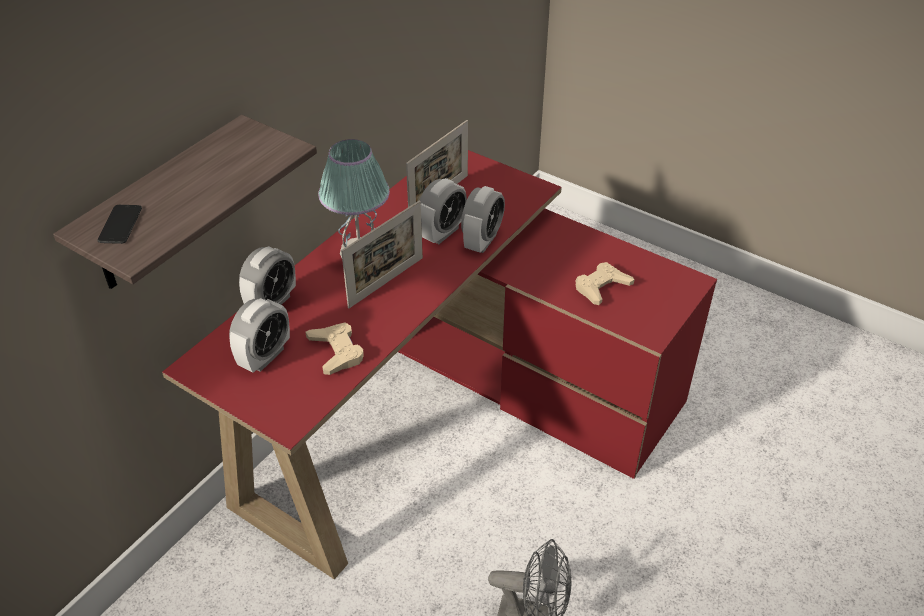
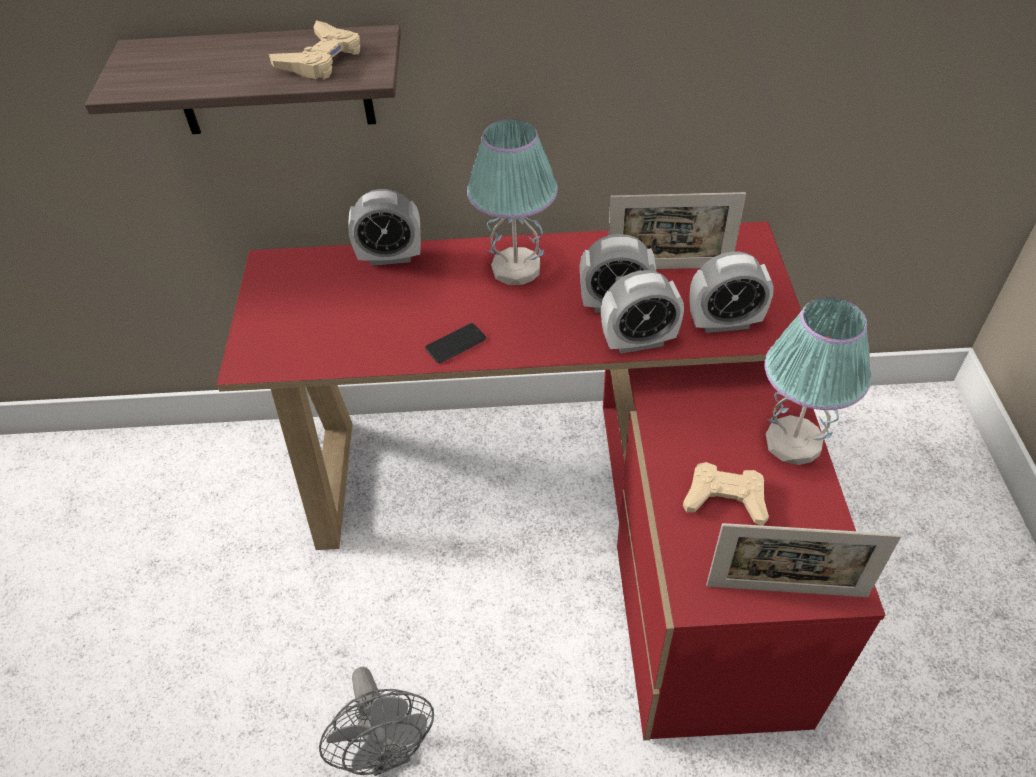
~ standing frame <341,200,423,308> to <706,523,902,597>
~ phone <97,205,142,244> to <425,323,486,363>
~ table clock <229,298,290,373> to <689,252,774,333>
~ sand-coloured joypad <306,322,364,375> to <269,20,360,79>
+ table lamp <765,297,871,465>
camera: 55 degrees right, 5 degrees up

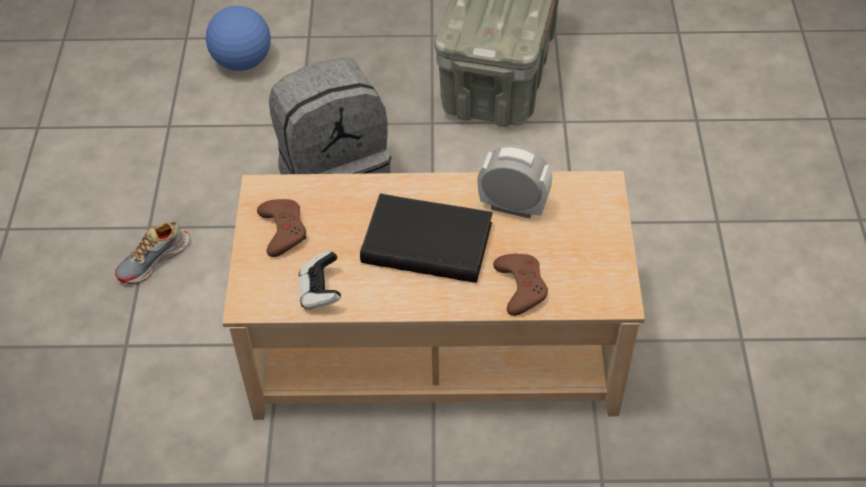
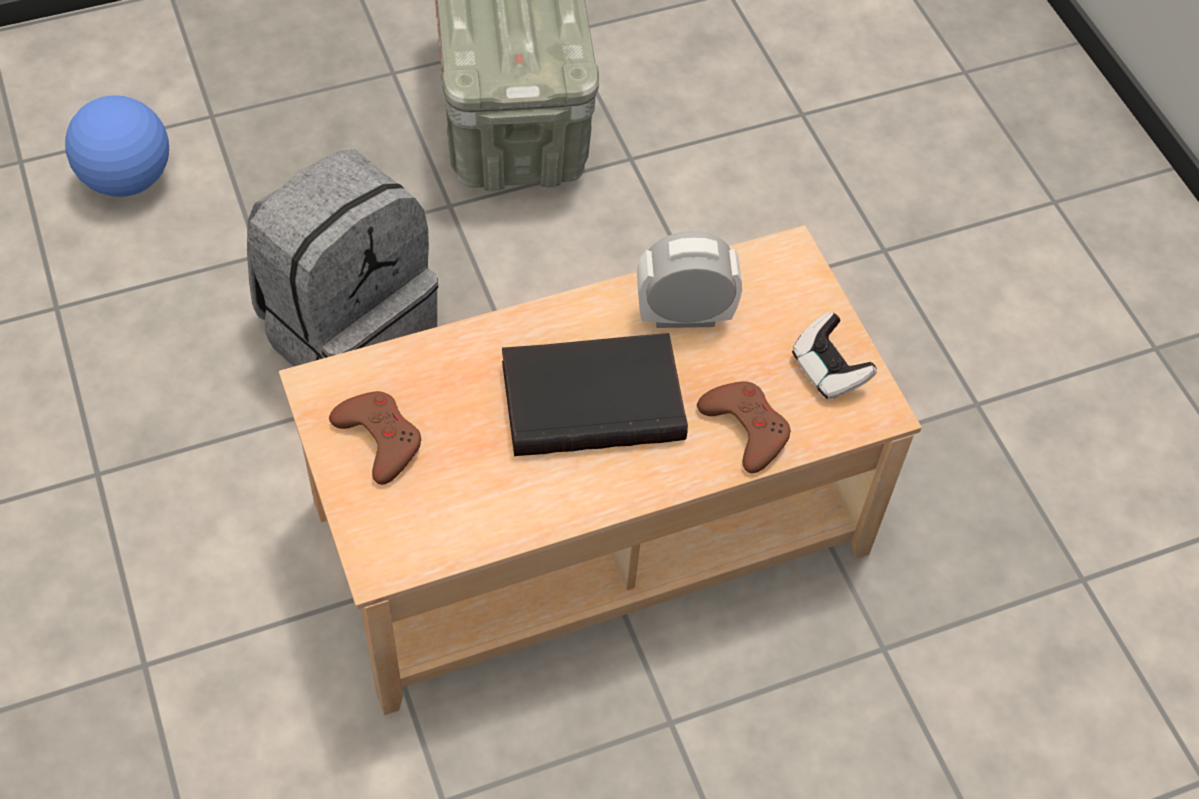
- item of footwear <115,222,190,284>
~ joypad <299,251,341,310> to <792,312,877,399>
camera: 25 degrees left, 5 degrees up

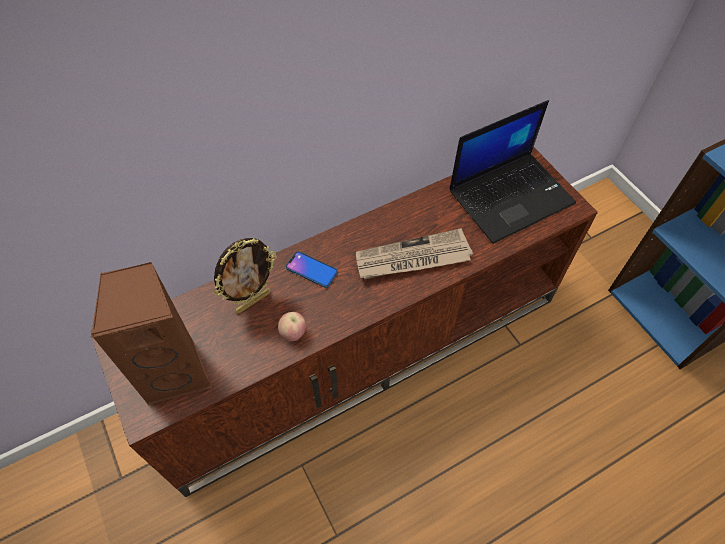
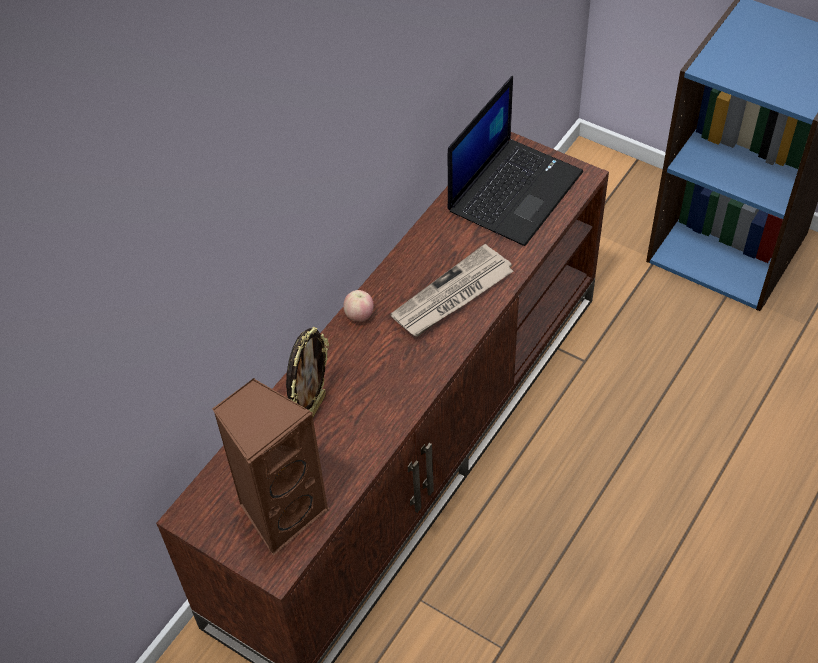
- phone <286,251,338,288>
~ apple fruit <278,312,306,341> to <343,290,374,321>
camera: 25 degrees left, 5 degrees down

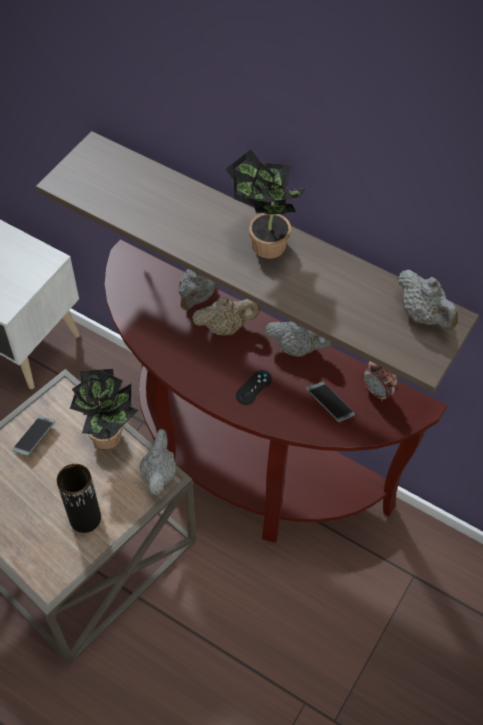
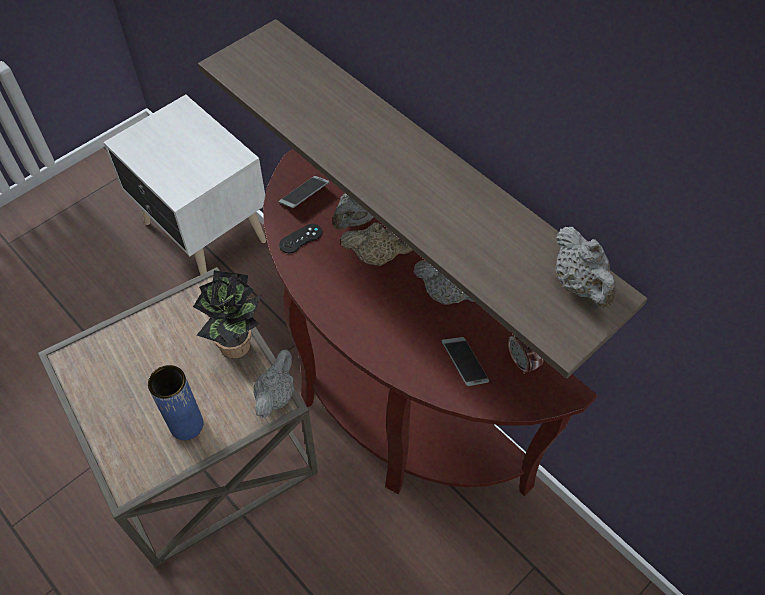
- plant in a pot <225,150,306,258>
~ black-coloured joypad <236,370,272,405> to <279,224,322,253>
~ phone <12,416,55,456> to <279,176,329,208>
~ black-coloured flower vase <57,464,101,533> to blue flower vase <148,365,203,440>
camera: 15 degrees right, 0 degrees up

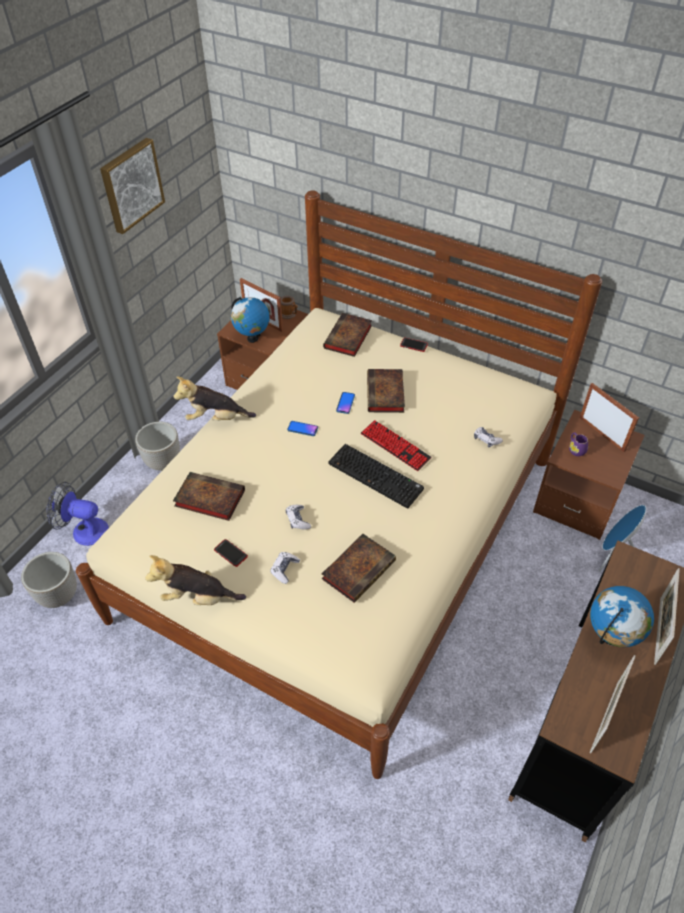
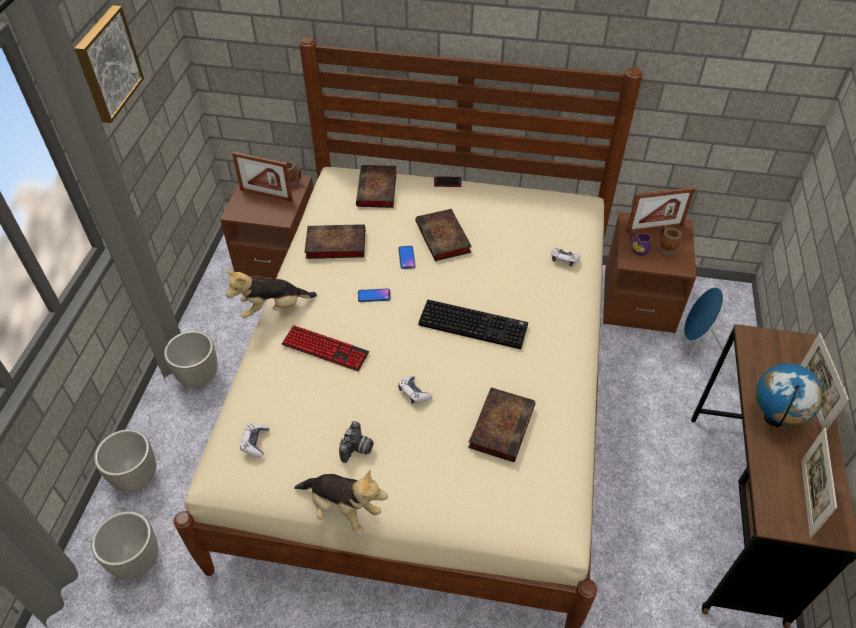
- desk globe <231,297,270,343>
~ standing frame <580,383,639,452> = <626,187,695,233> 135 degrees clockwise
~ PC keyboard <361,420,432,471> to <282,325,369,371>
~ bound book <173,472,245,521> to <304,224,365,259>
~ electric fan <47,482,109,546> to flower pot <94,429,156,492>
~ phone <214,539,248,567> to photo camera <339,421,374,463>
~ joypad <270,552,300,584> to <240,424,269,458>
~ plush toy <145,555,246,605> = <294,470,388,535> 135 degrees counterclockwise
+ tea mug <657,225,682,256>
camera: 20 degrees left, 0 degrees up

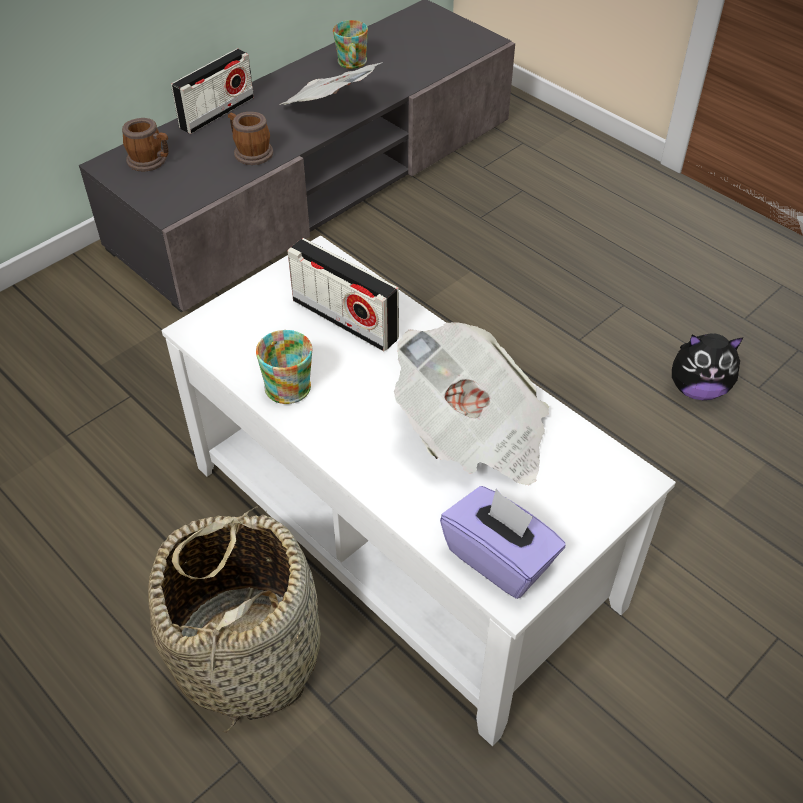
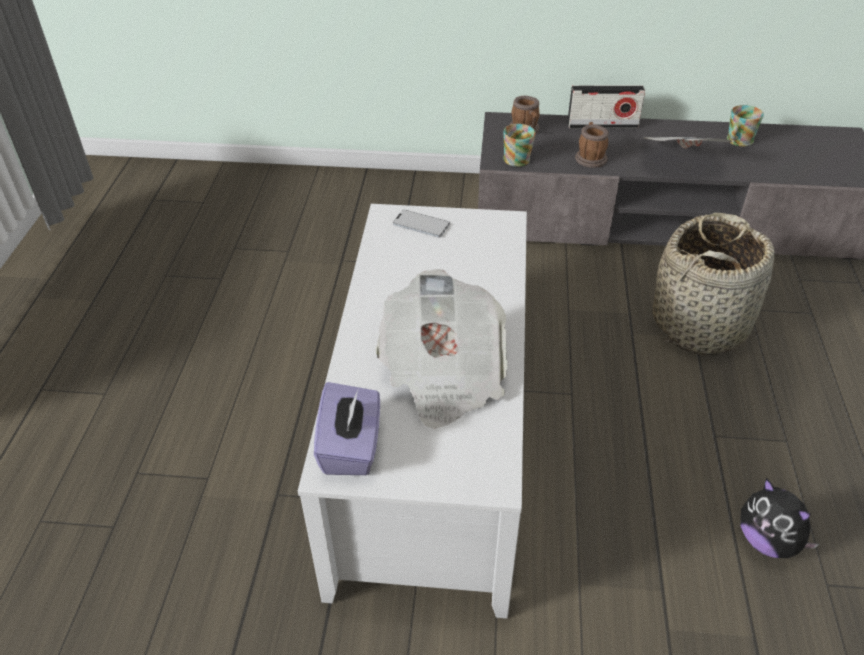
- radio set <288,238,399,352>
~ tea mug <256,330,312,404> to <503,124,536,167>
~ household basket <148,506,321,733> to <652,213,775,356>
+ phone <393,210,450,237>
camera: 50 degrees right, 5 degrees down

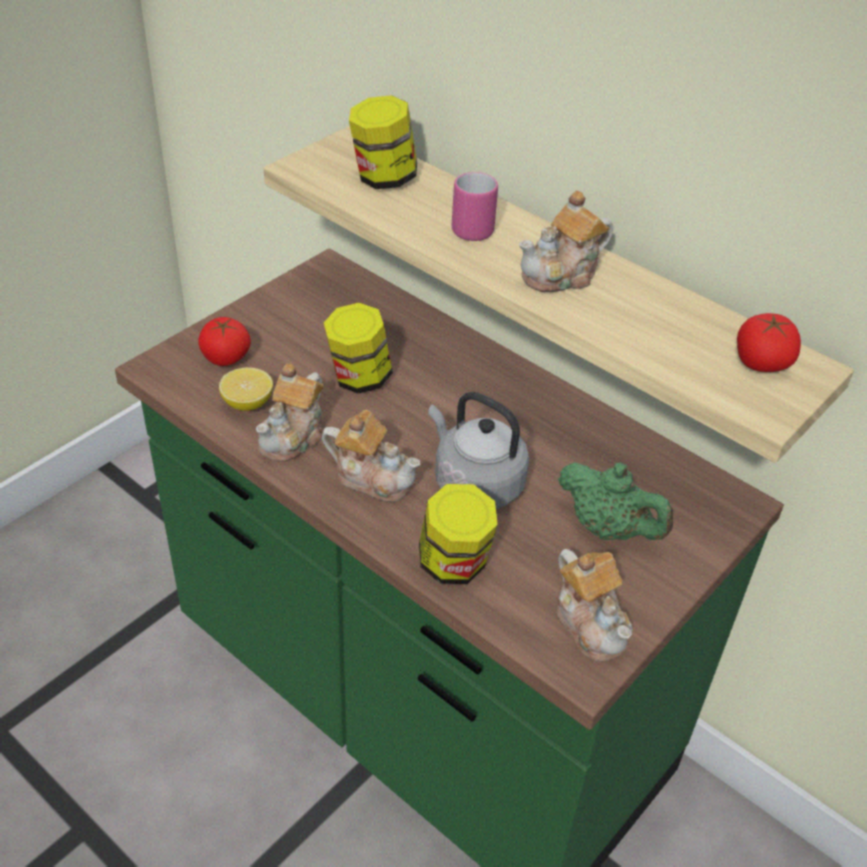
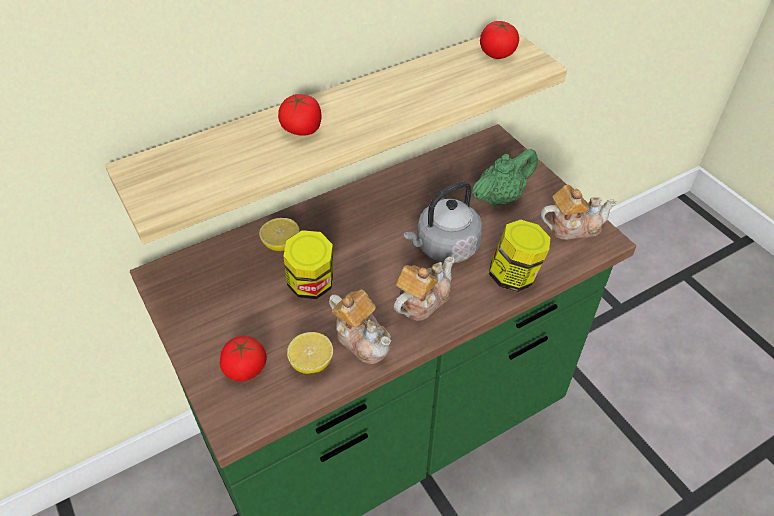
- storage jar <349,95,417,189>
~ pinkish tea mug <452,172,498,241> to fresh tomato <278,94,322,136>
- tea pot <519,191,613,292>
+ citrus fruit <259,218,300,251>
camera: 70 degrees left, 5 degrees up

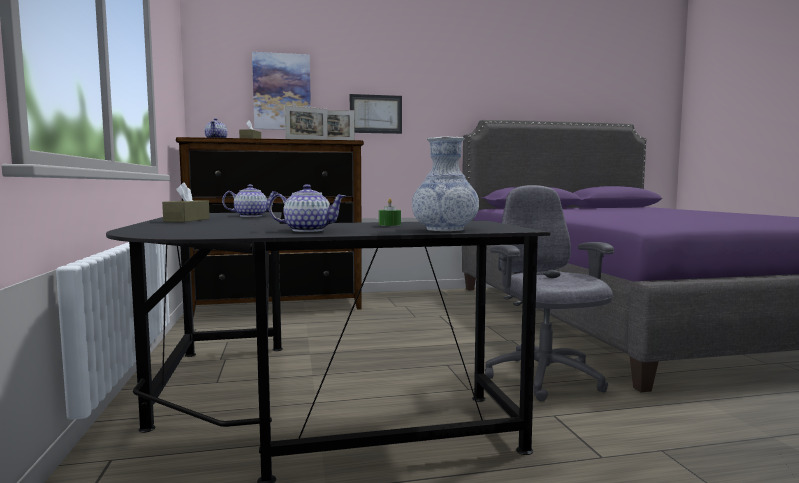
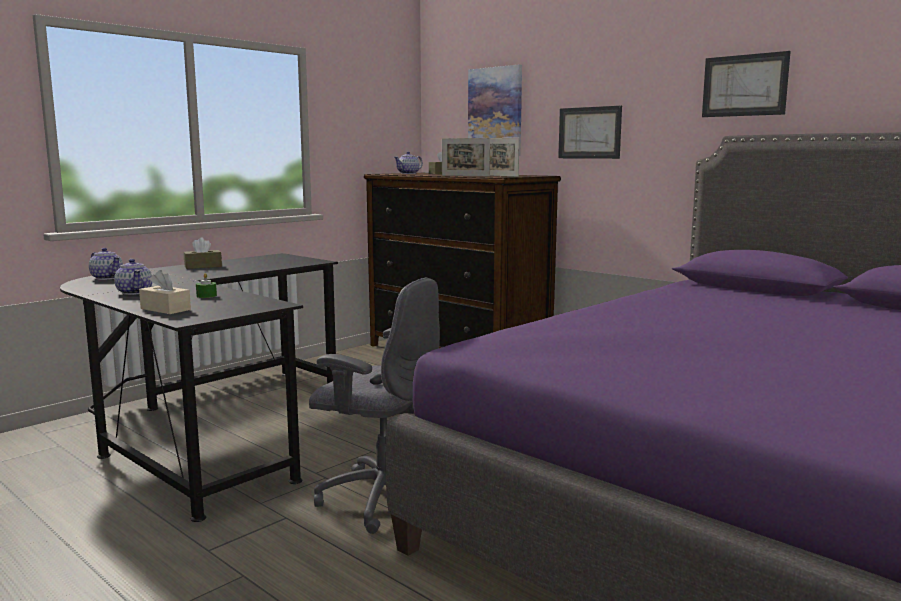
~ flower vase <412,137,479,231> to sand-coloured tissue holder <139,270,191,314>
~ tea pot <222,184,278,217> to <89,248,123,280>
~ greyish office chair <485,185,614,402> = <309,278,440,534> 75 degrees clockwise
+ picture <702,51,791,117>
camera: 55 degrees right, 5 degrees up

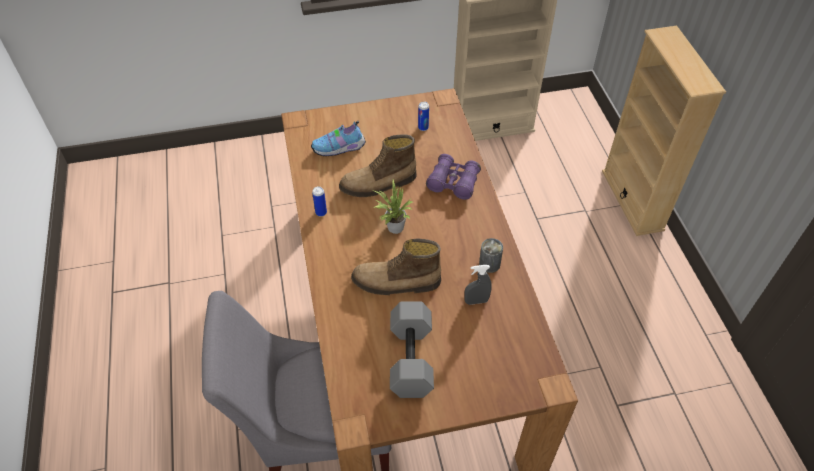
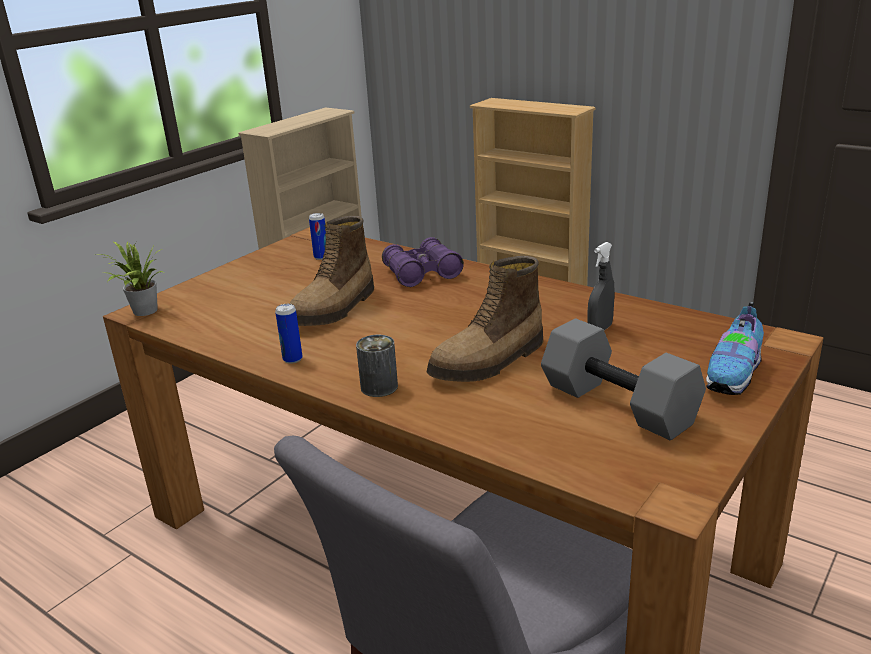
~ item of footwear <311,121,366,156> to <706,302,764,395>
~ plant in a pot <374,179,413,234> to <96,242,163,316>
~ metal can <479,238,503,273> to <356,335,398,397>
camera: 40 degrees left, 25 degrees down

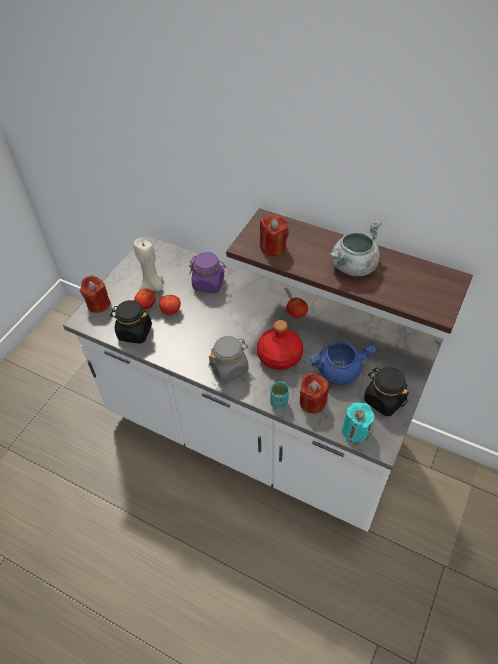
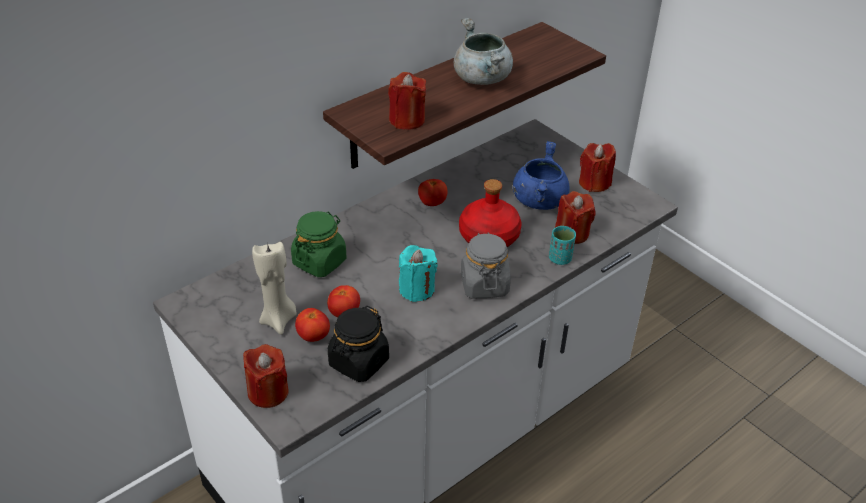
~ purple-coloured storage jar <189,252,226,293> to green-coloured storage jar <291,211,346,277>
~ black-coloured storage jar <364,367,409,416> to red-coloured candle <579,143,616,192>
~ blue-green candle <342,403,375,443> to <399,245,438,302>
camera: 70 degrees left, 10 degrees down

